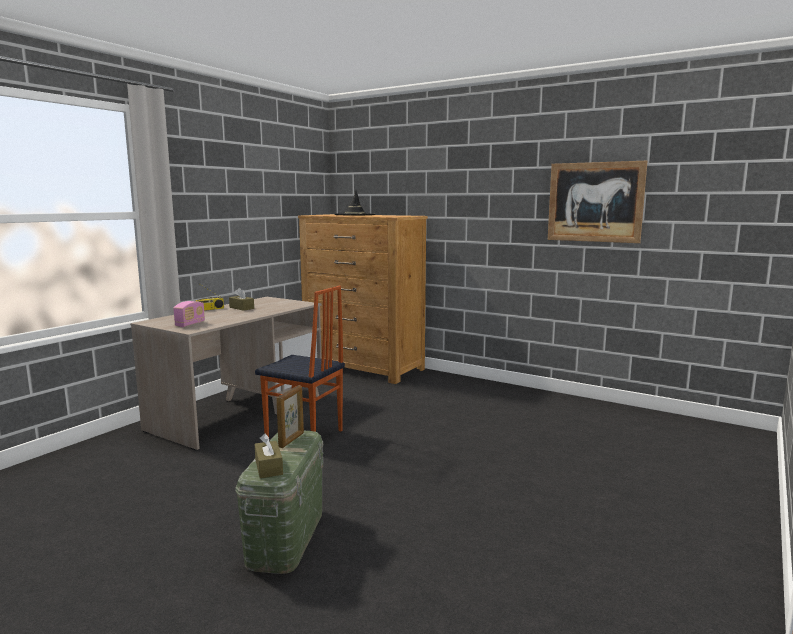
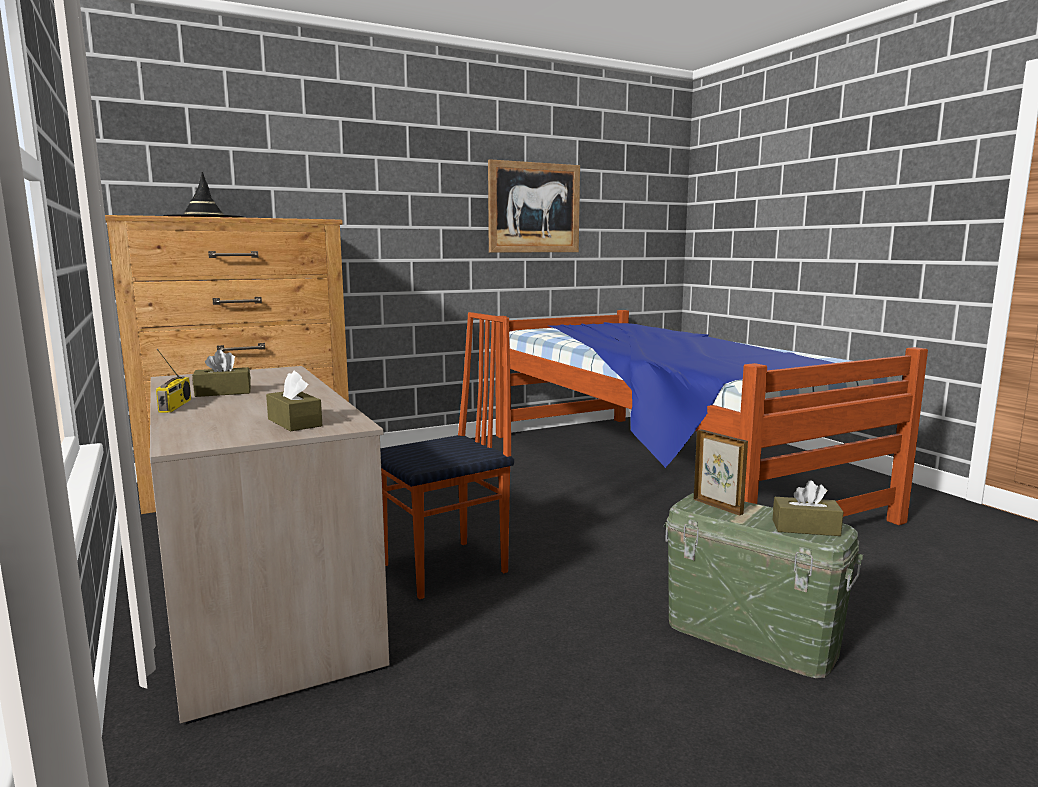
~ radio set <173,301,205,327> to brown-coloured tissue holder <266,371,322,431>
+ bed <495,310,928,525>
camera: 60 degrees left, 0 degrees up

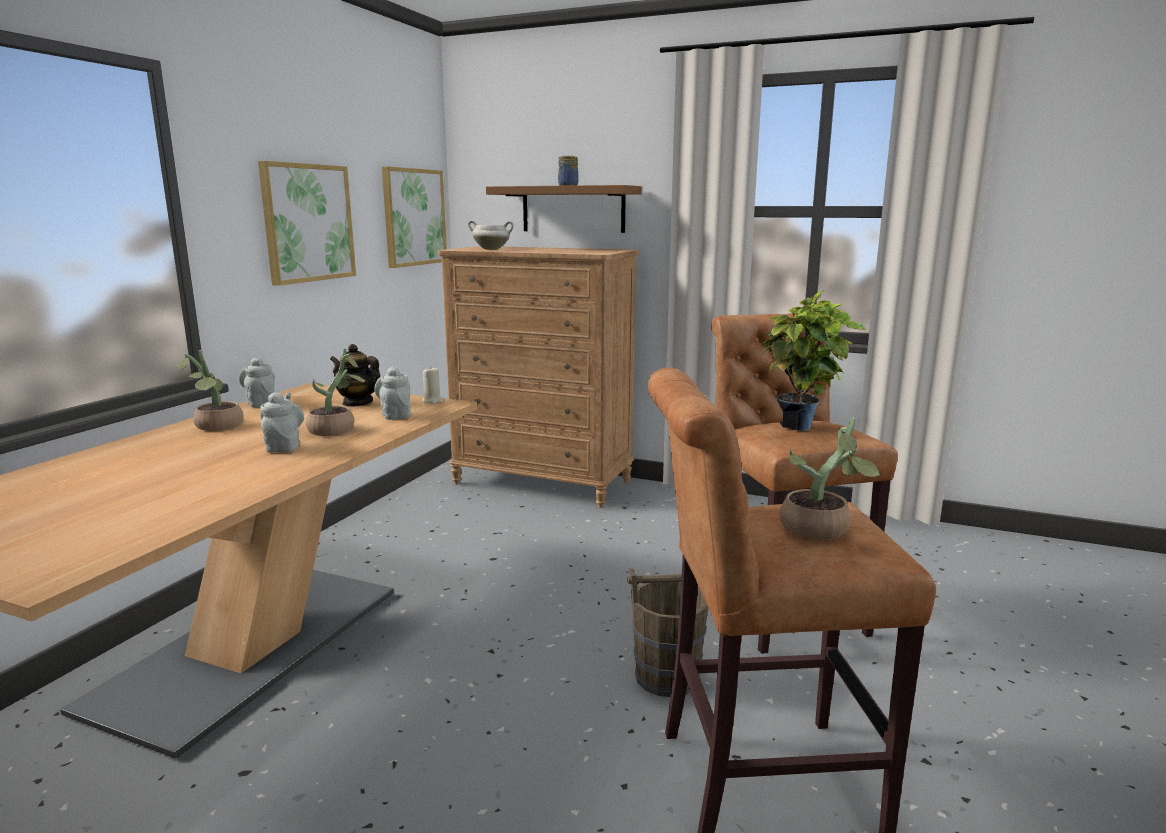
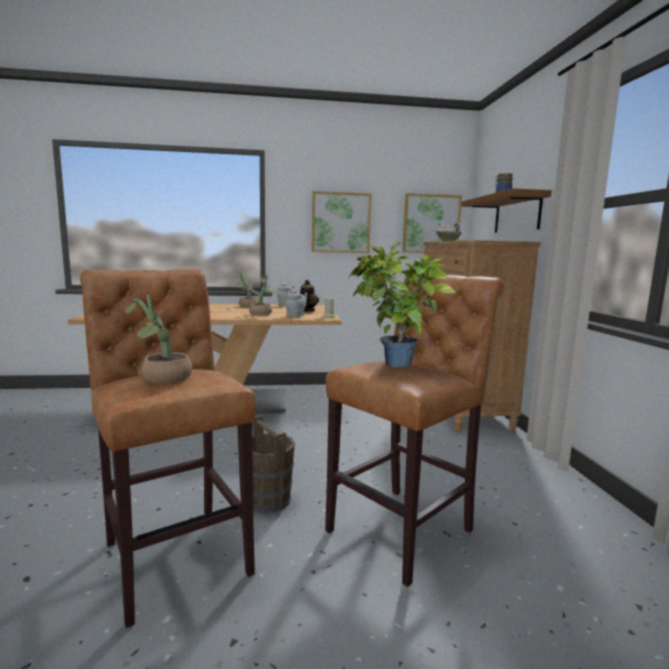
- greyish tea pot <260,392,304,453>
camera: 60 degrees right, 5 degrees down

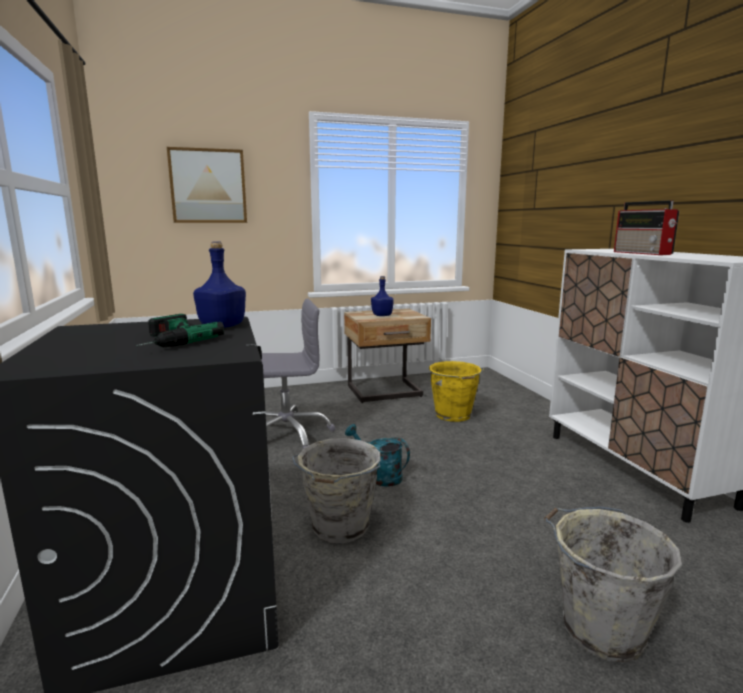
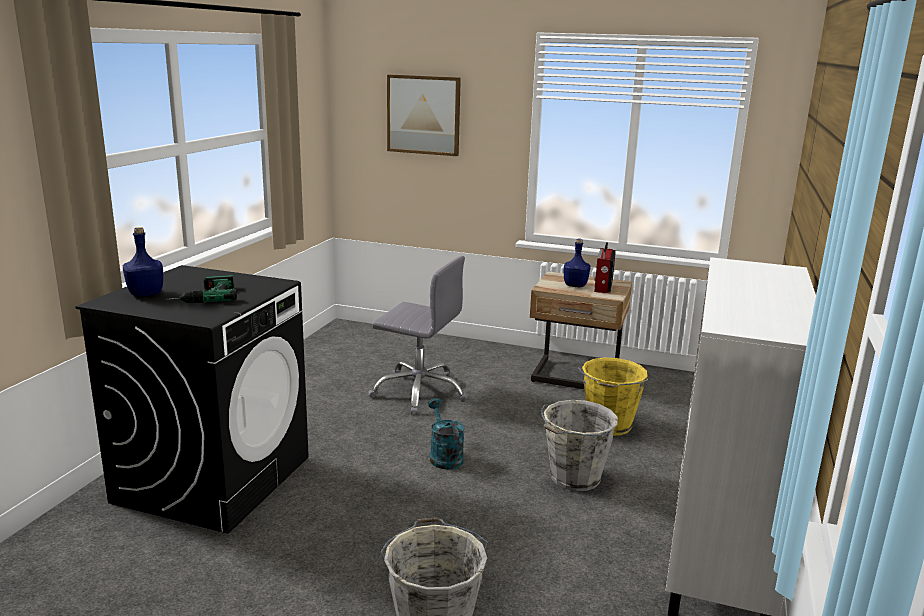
~ radio set <614,200,679,255> to <594,243,616,293>
~ blue bottle <193,241,246,328> to <123,227,163,297>
~ greyish pail <292,438,381,543> to <541,400,618,491>
camera: 35 degrees right, 5 degrees up

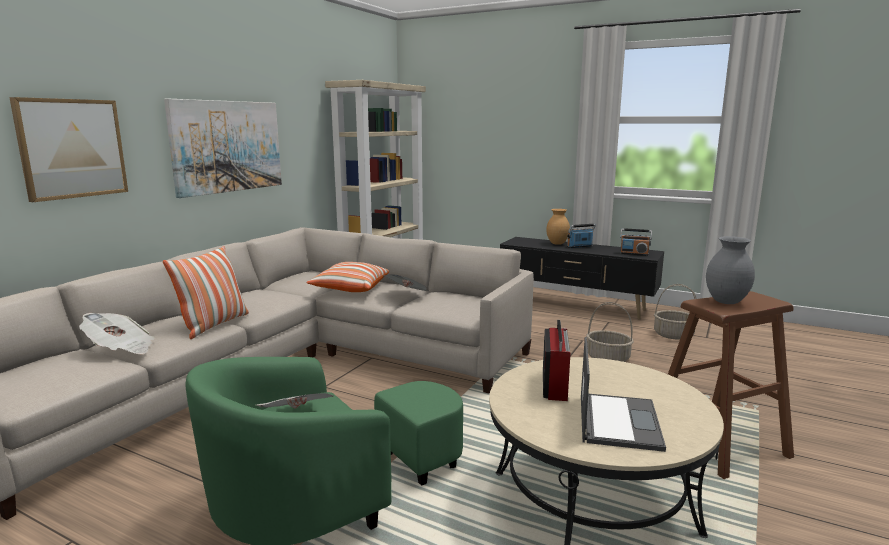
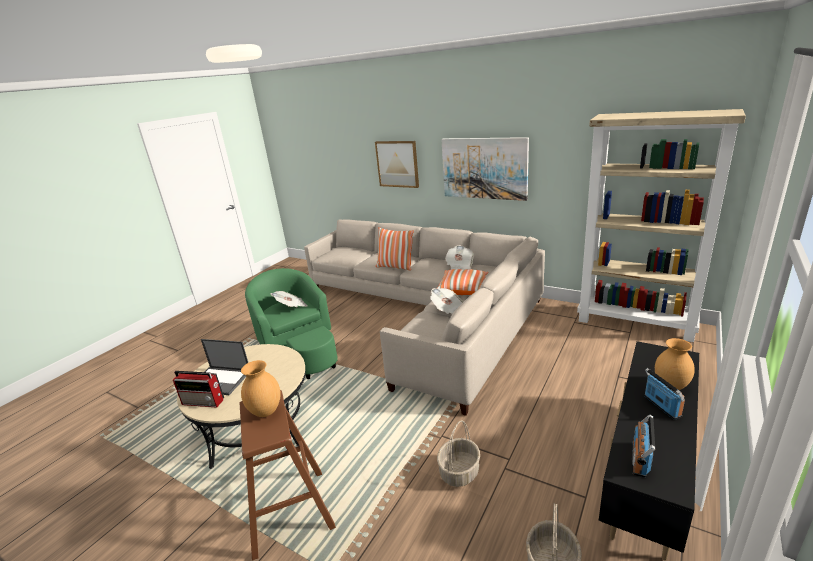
~ greyish flower vase <706,236,755,304> to brown-coloured flower vase <241,360,281,417>
~ newspaper <79,313,155,354> to <445,245,474,270>
~ radio set <543,320,571,401> to <173,371,224,408>
camera: 95 degrees right, 10 degrees up

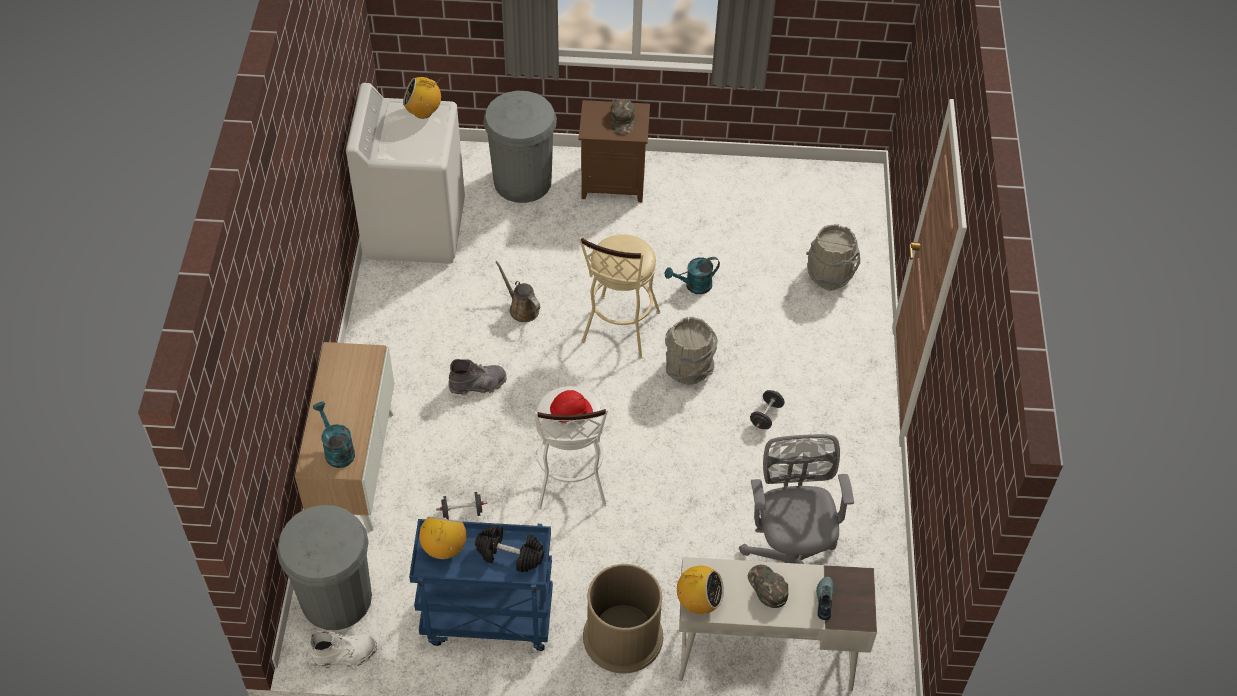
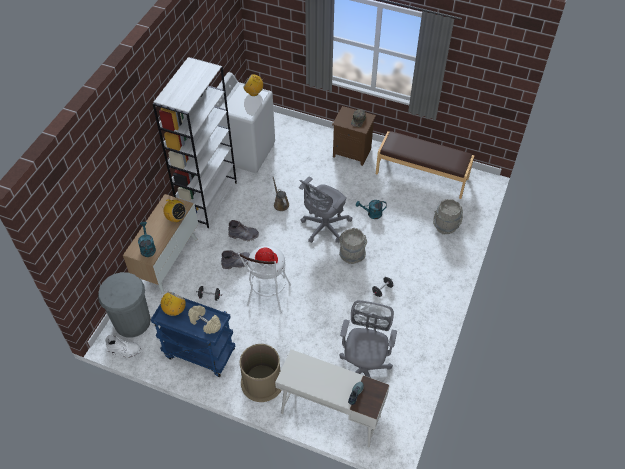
- greyish waste bin <483,91,557,203>
~ sand-coloured stool <579,234,661,359> to greyish office chair <299,176,352,243>
~ black-coloured free weight <475,525,544,572> to sand-coloured free weight <188,305,221,334>
- green-coloured baseball cap <748,564,788,608>
~ radio set <674,566,724,614> to <163,199,186,222>
+ whitish bookshelf <153,57,237,228>
+ brown-coloured long seat <376,131,474,199>
+ greyish boot <221,250,250,269>
camera: 20 degrees right, 0 degrees up

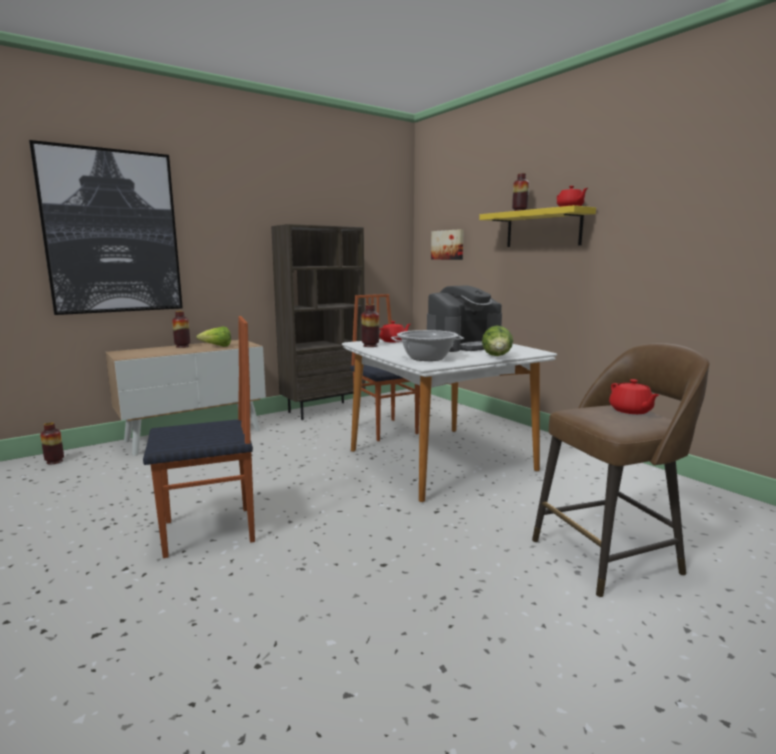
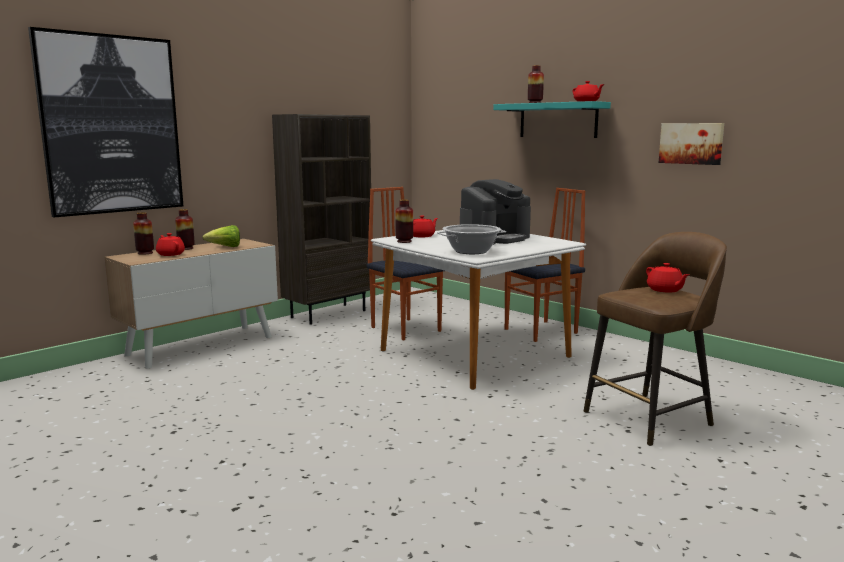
~ yellow bracket shelf <479,205,596,247> to blue-green bracket shelf <493,101,611,138>
~ picture <431,229,464,260> to <659,123,724,165>
~ plain chair <143,316,255,558> to <505,188,585,342>
- lettuce head <482,325,513,356>
~ flower vase <40,422,64,464> to <133,212,154,255>
+ red-coloured tea pot <156,233,185,256>
camera: 10 degrees left, 0 degrees up

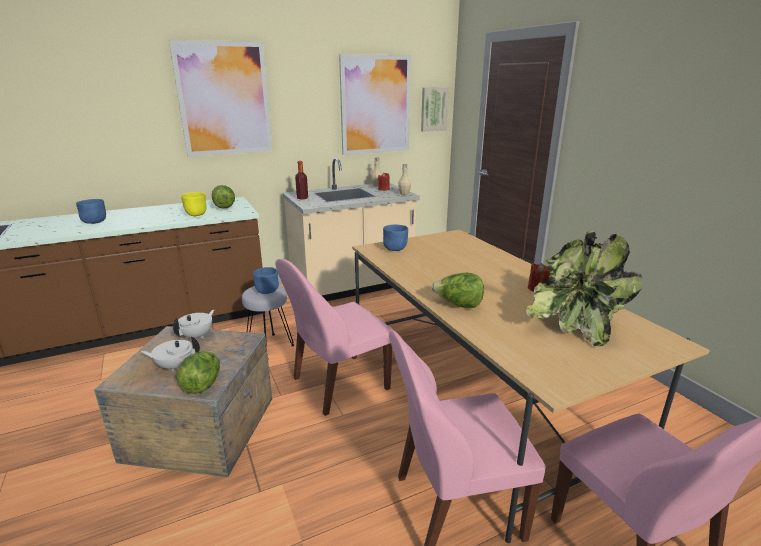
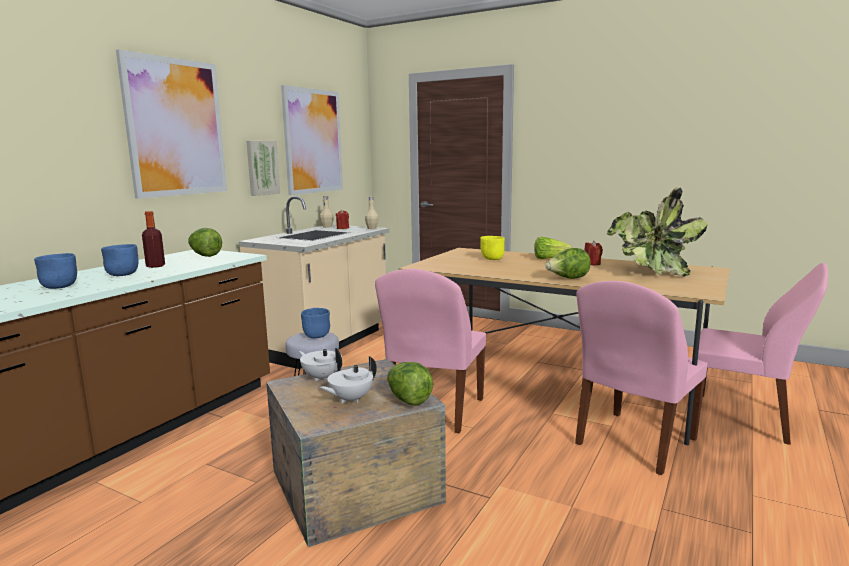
~ picture <421,87,449,132> to <246,141,280,196>
~ bottle <295,161,308,199> to <142,211,165,268>
~ yellow deep dish <181,192,207,216> to <480,236,505,260>
~ blue deep dish <383,225,408,251> to <101,244,138,276>
~ whitish tea pot <173,310,214,340> = <299,348,342,381> 45 degrees counterclockwise
+ lettuce head <534,237,572,259>
camera: 35 degrees left, 10 degrees down

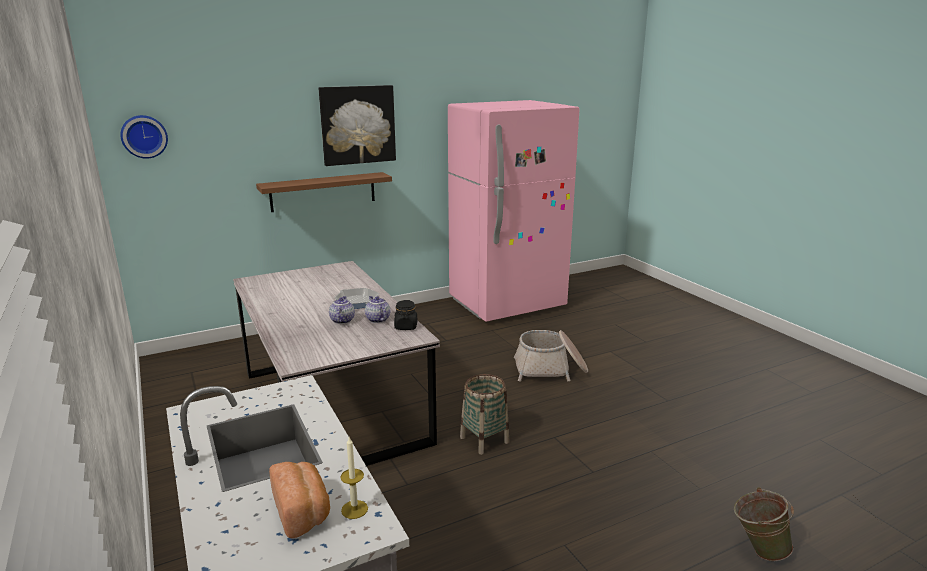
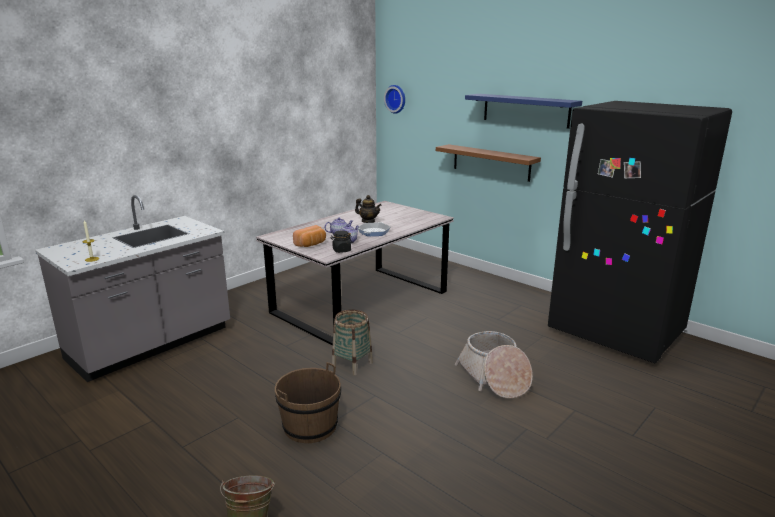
~ picture <319,85,396,166> to blue bracket shelf <465,94,582,129>
~ pinkish refrigerator <448,100,579,322> to black-coloured refrigerator <548,101,732,363>
~ bread <269,462,330,539> to <293,225,326,247>
+ tea pot <355,195,382,223>
+ brown-coloured pail <275,362,341,443>
camera: 70 degrees right, 0 degrees up

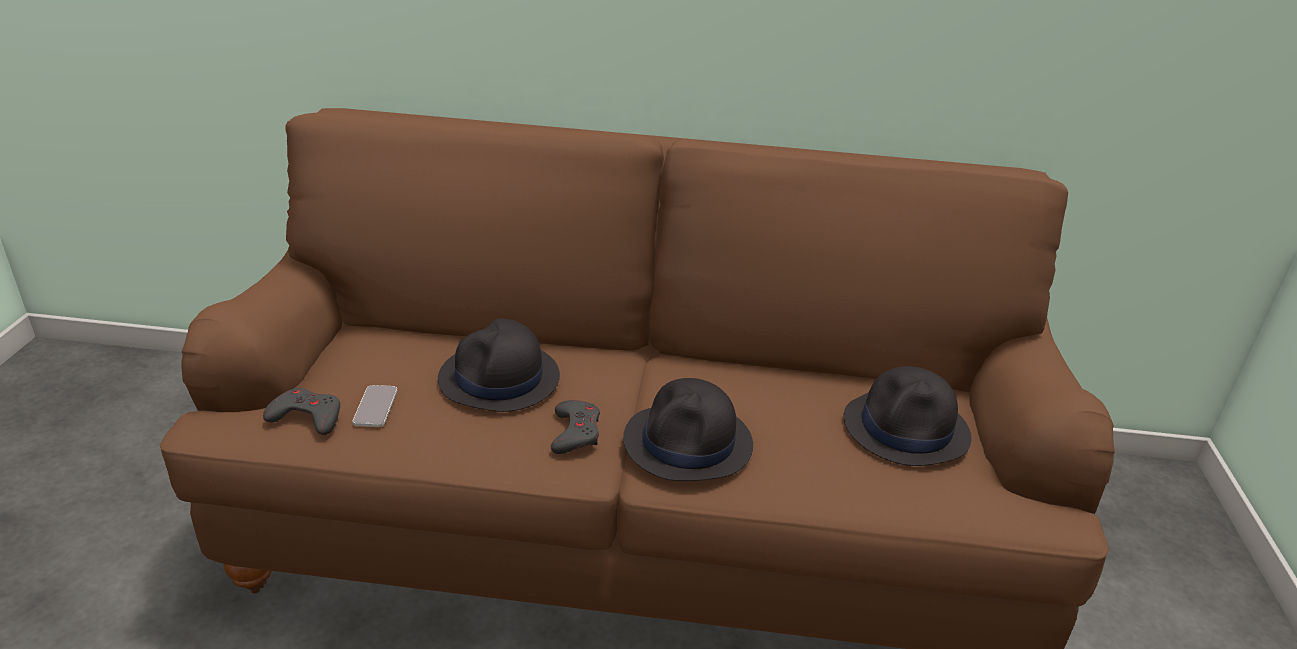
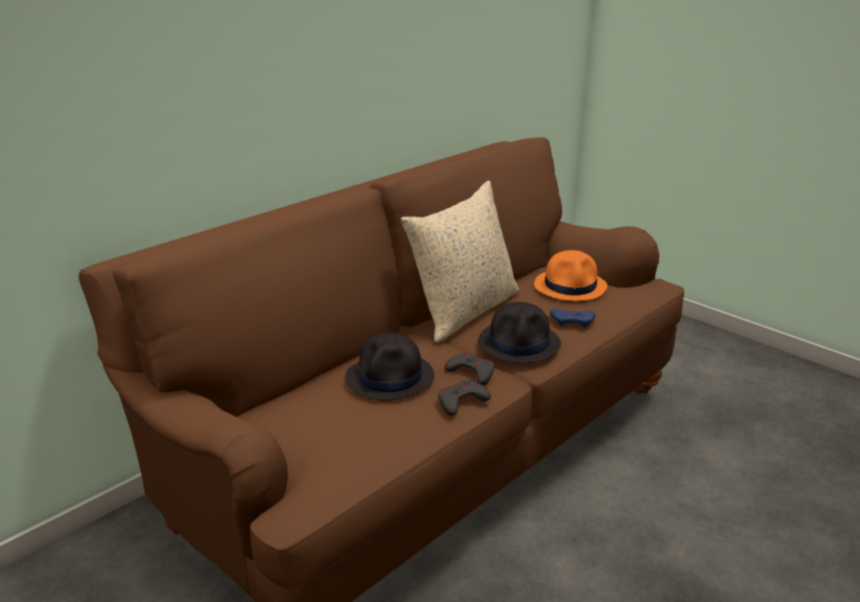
~ black-coloured clothing hat <844,366,971,466> to orange-coloured clothing hat <534,250,607,301>
- phone <353,385,397,427>
~ greyish joypad <263,388,340,435> to <438,380,491,416>
+ sand-coloured cushion <401,181,519,342>
+ blue joypad <550,309,596,328>
camera: 50 degrees left, 5 degrees down

